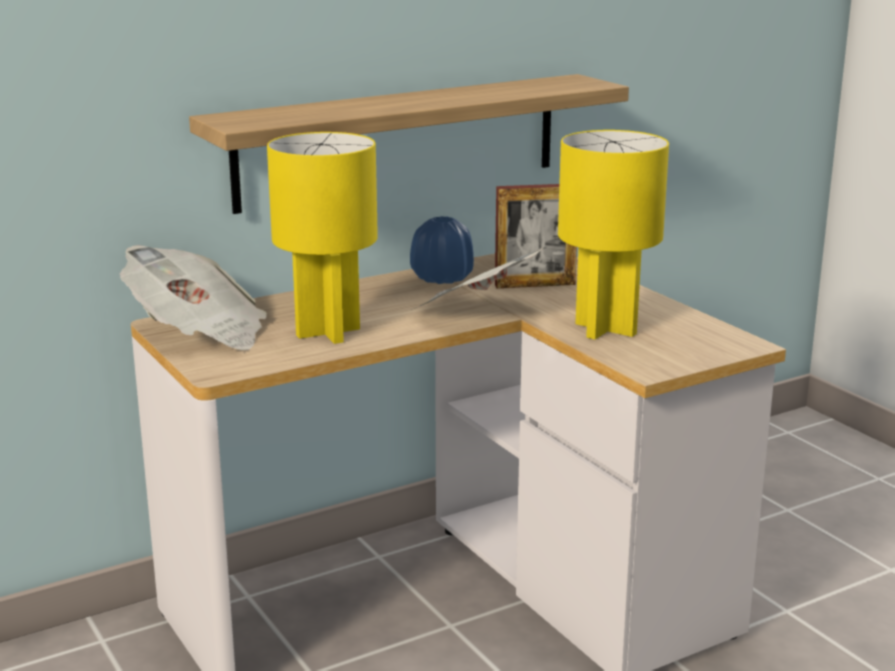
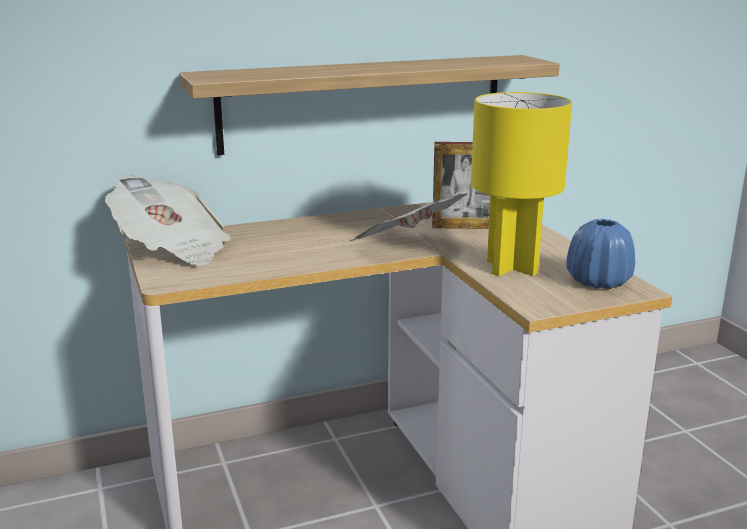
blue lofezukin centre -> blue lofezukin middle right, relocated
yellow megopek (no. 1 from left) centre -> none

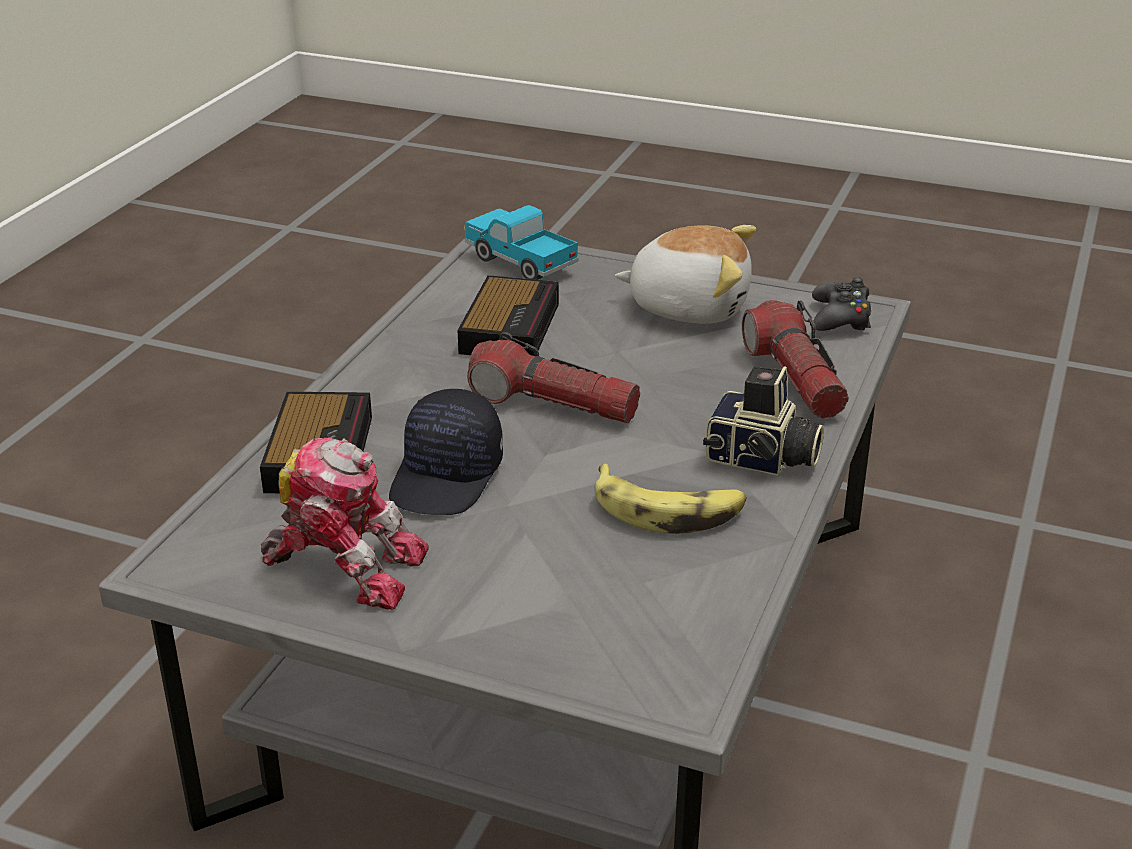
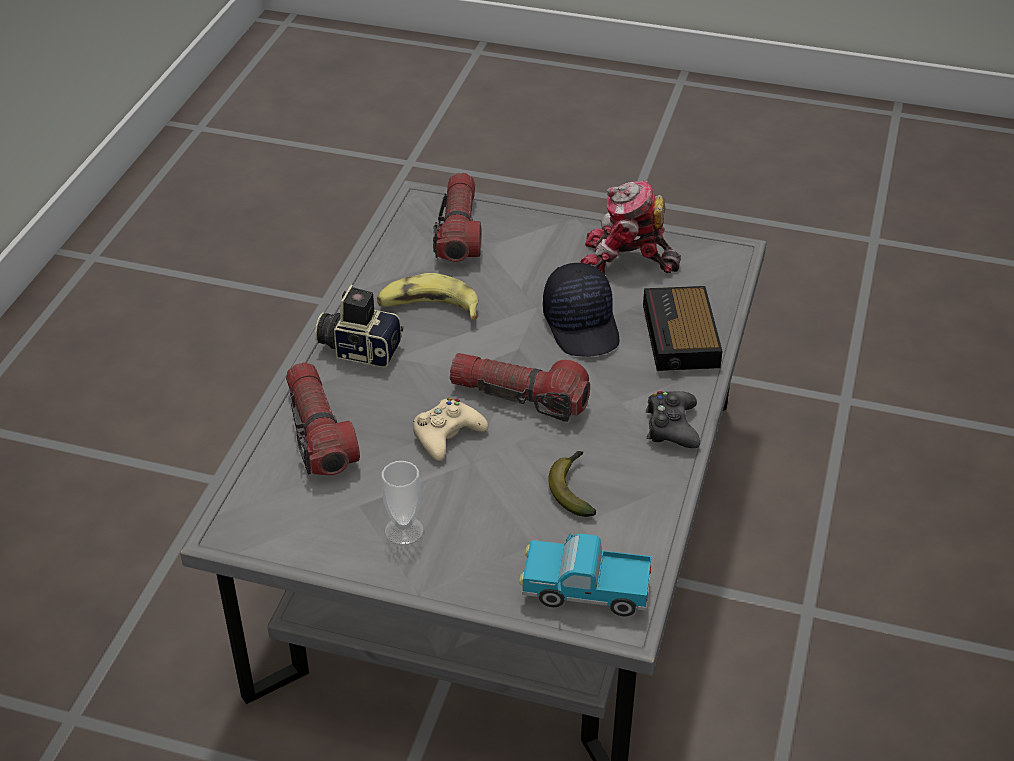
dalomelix top centre -> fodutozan centre
none -> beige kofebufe centre
none -> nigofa (no. 2 from left) top centre
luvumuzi top centre -> luvumuzi bottom centre, 150 degrees clockwise
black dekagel centre, 150 degrees clockwise
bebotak (no. 2 from left) centre -> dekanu (no. 2 from left) centre
black kofebufe middle right -> black kofebufe centre, relocated

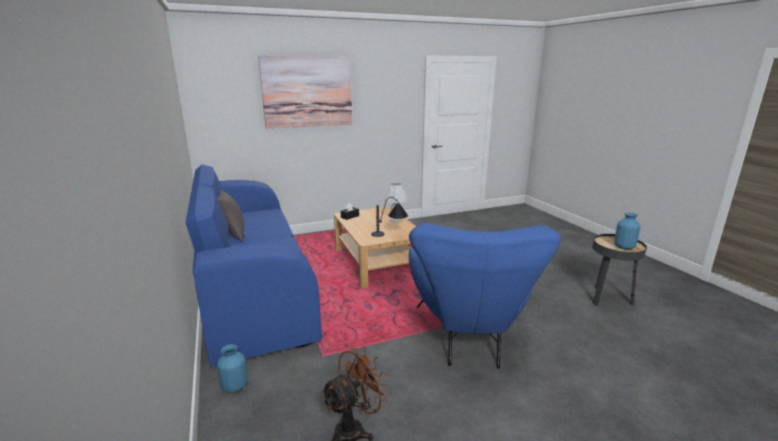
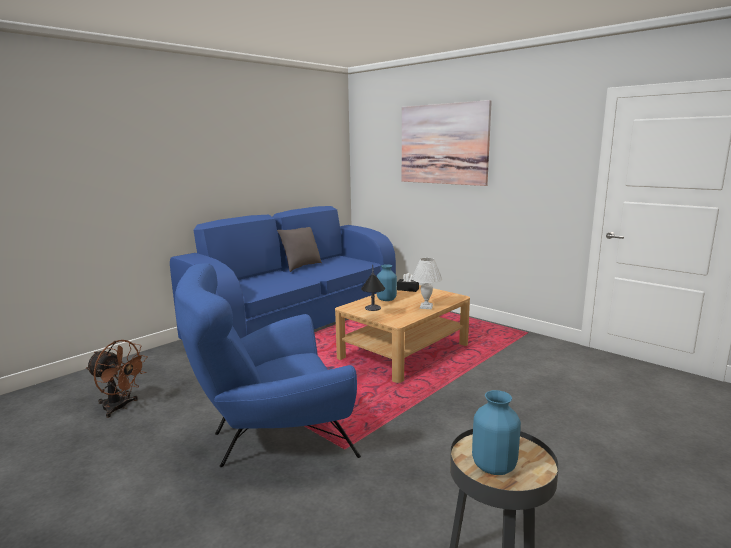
blue lofezukin (no. 1 from left) bottom left -> blue lofezukin (no. 1 from left) centre, relocated

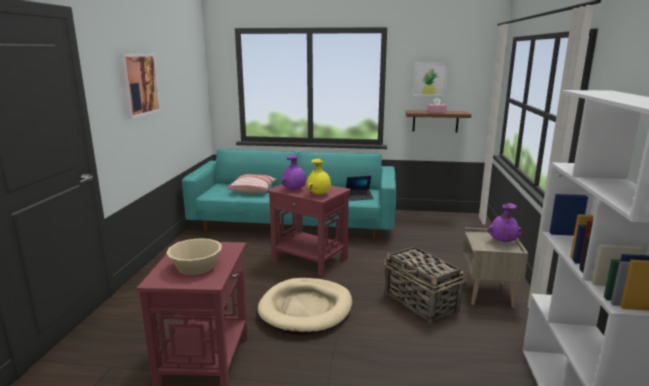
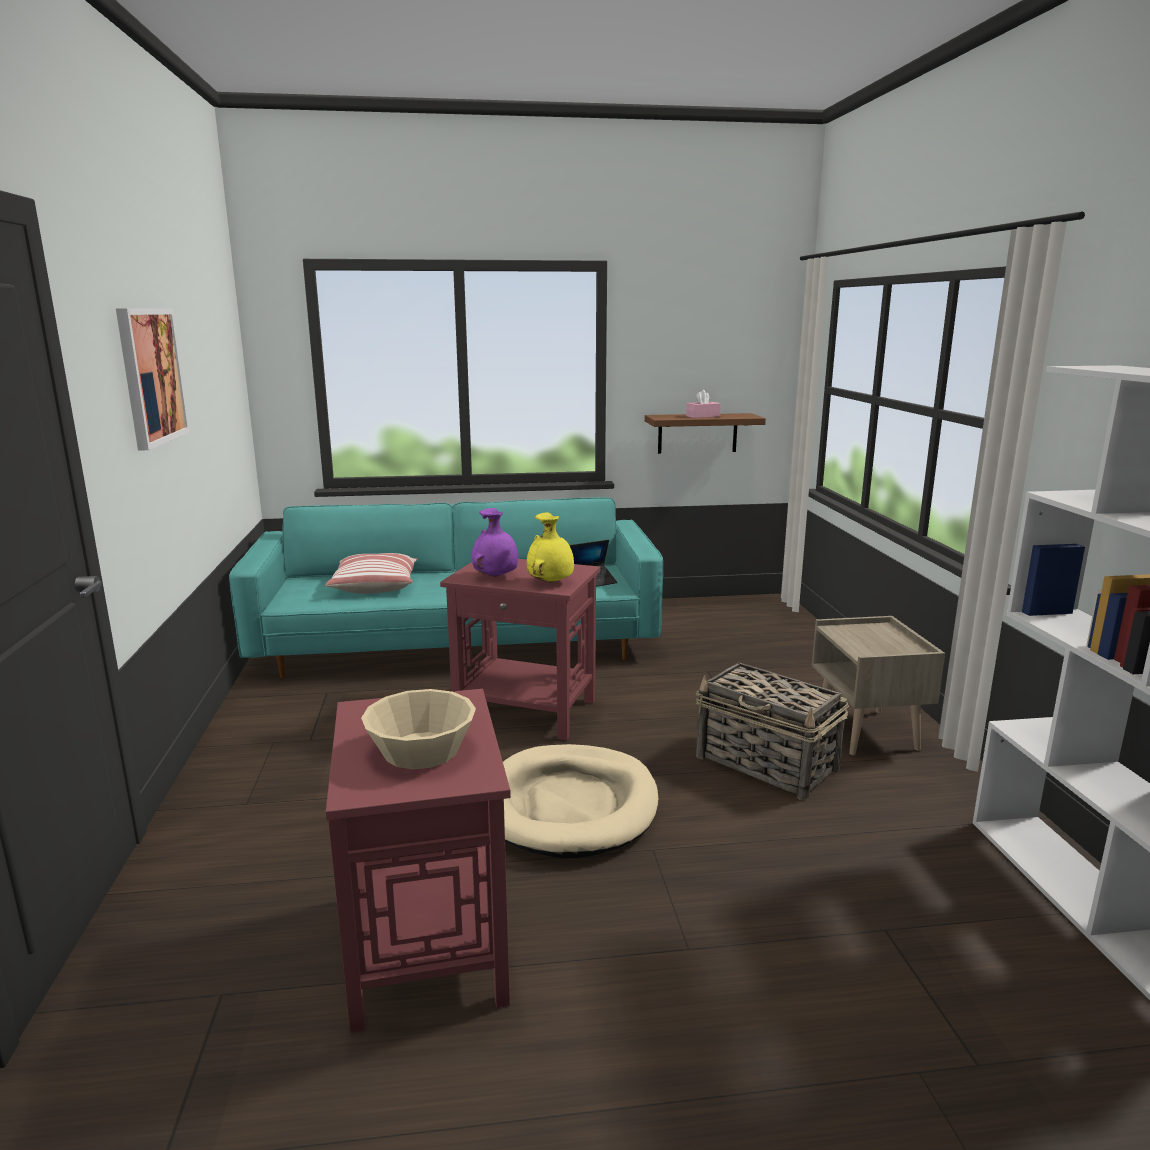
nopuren (no. 2 from left) top centre -> none
purple lofezukin (no. 2 from left) middle right -> none

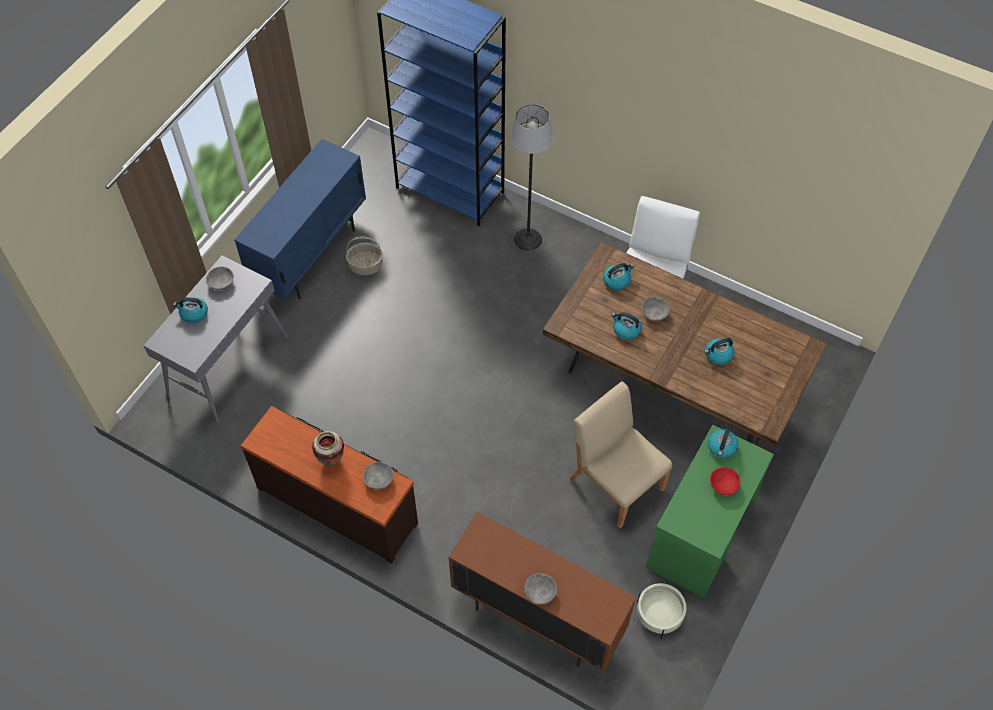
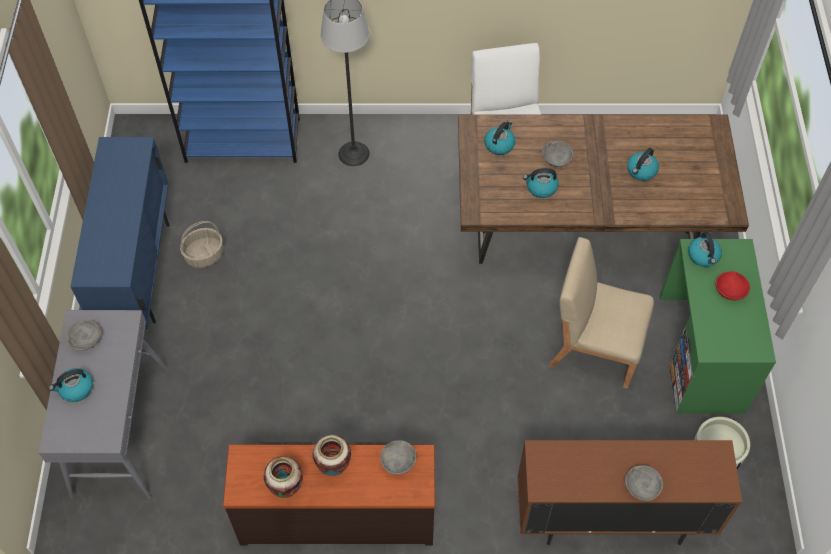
none -> lofezukin (no. 1 from left) bottom centre

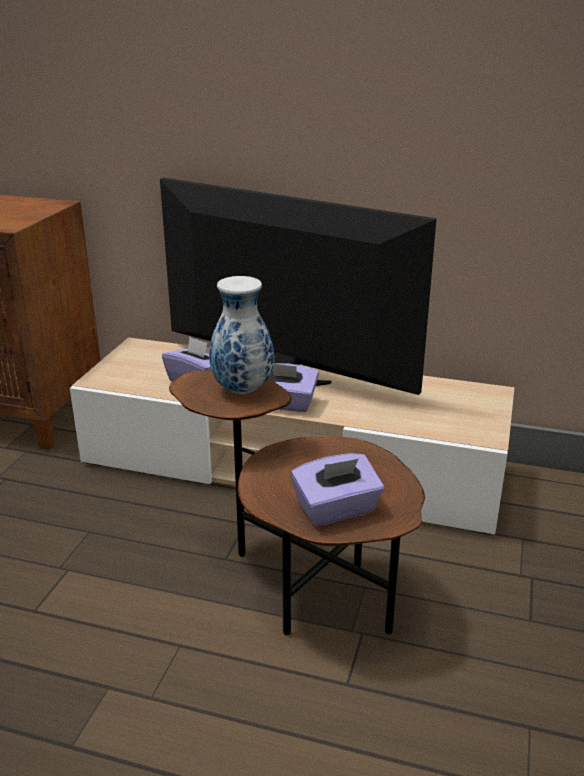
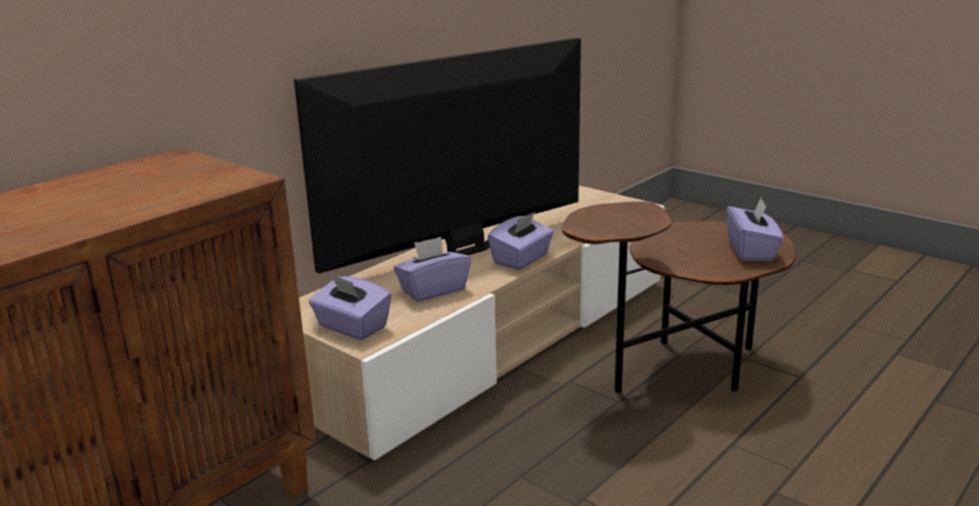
none -> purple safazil (no. 1 from left) centre
lofezukin centre -> none

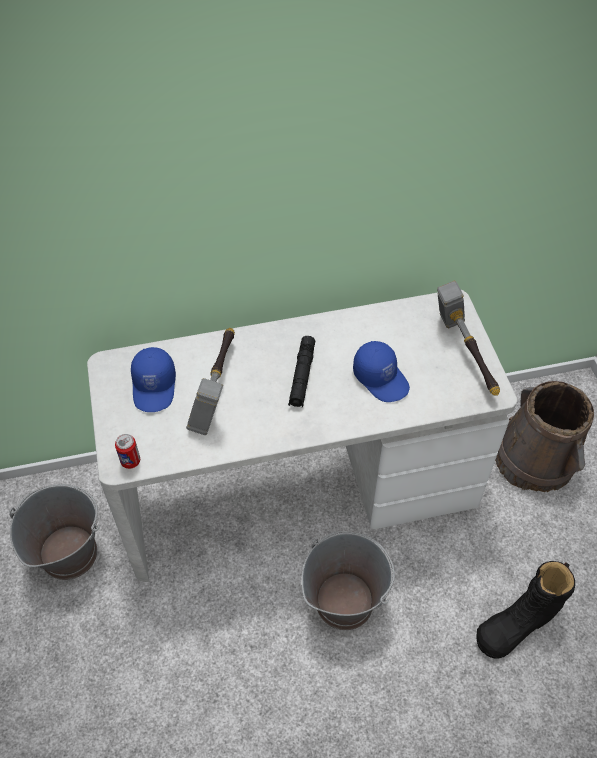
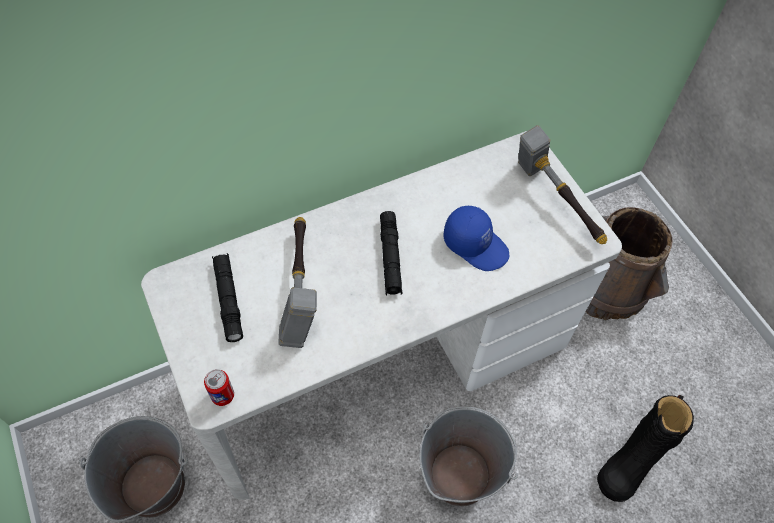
blue dekagel (no. 1 from left) middle left -> black nigofa (no. 1 from left) middle left

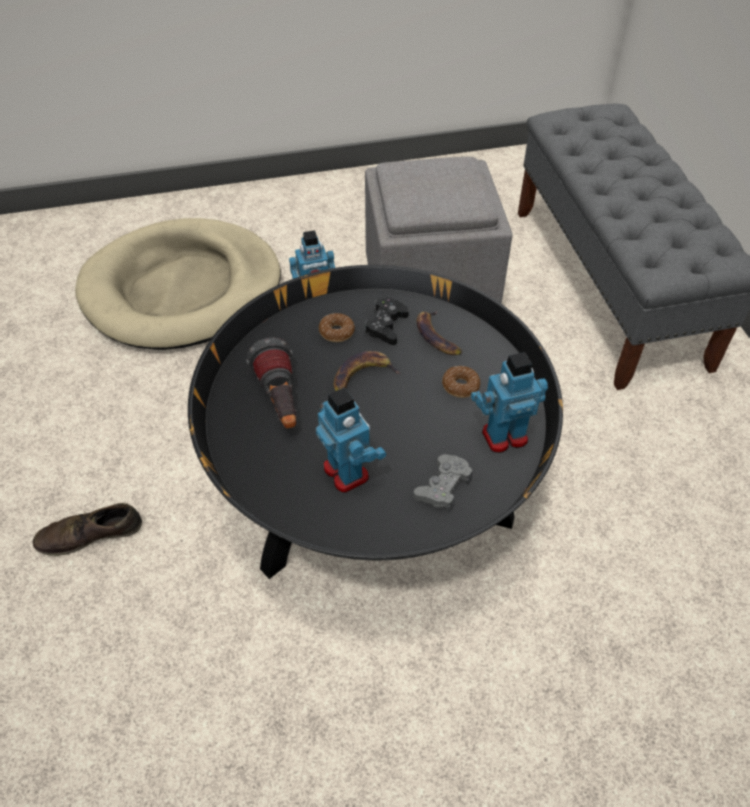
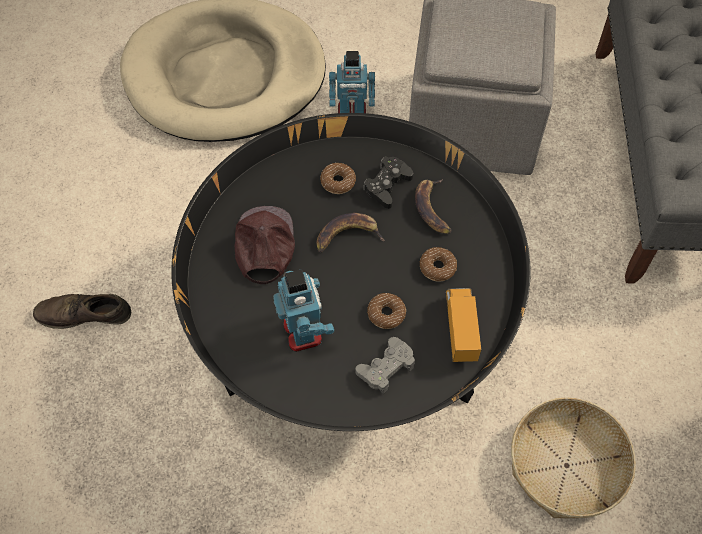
nigofa centre -> brown dekagel centre
none -> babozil (no. 2 from left) centre
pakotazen (no. 3 from left) middle right -> luvumuzi centre
none -> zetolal bottom right

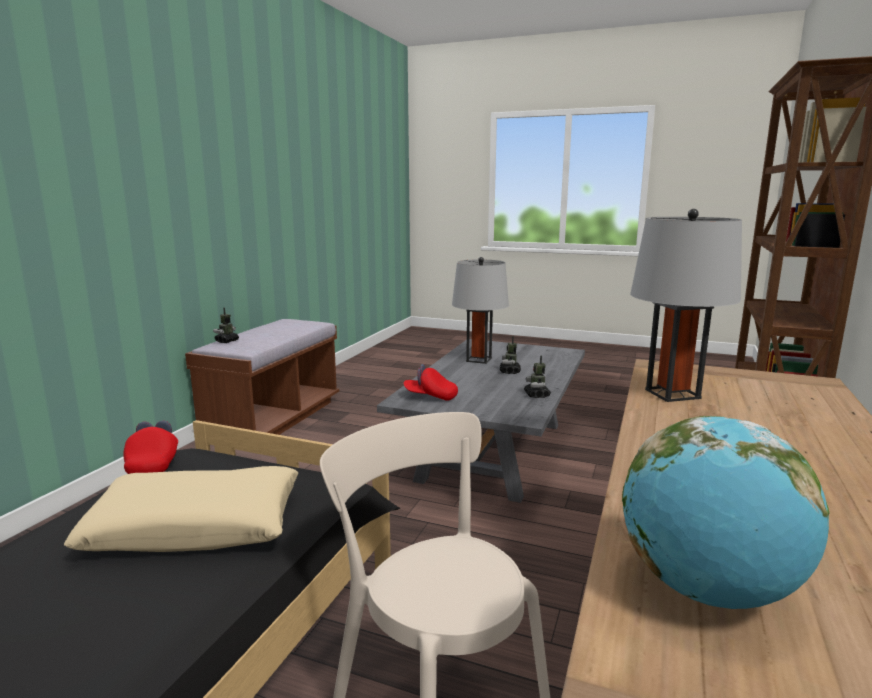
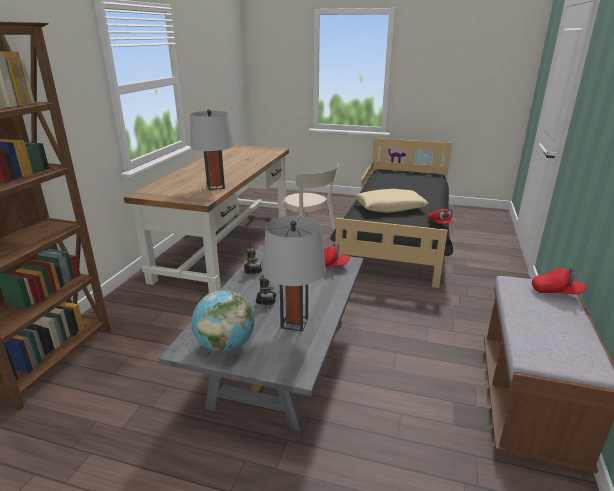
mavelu bottom right -> mavelu centre, relocated
pakotazen (no. 1 from left) middle left -> red dekagel (no. 3 from left) middle right

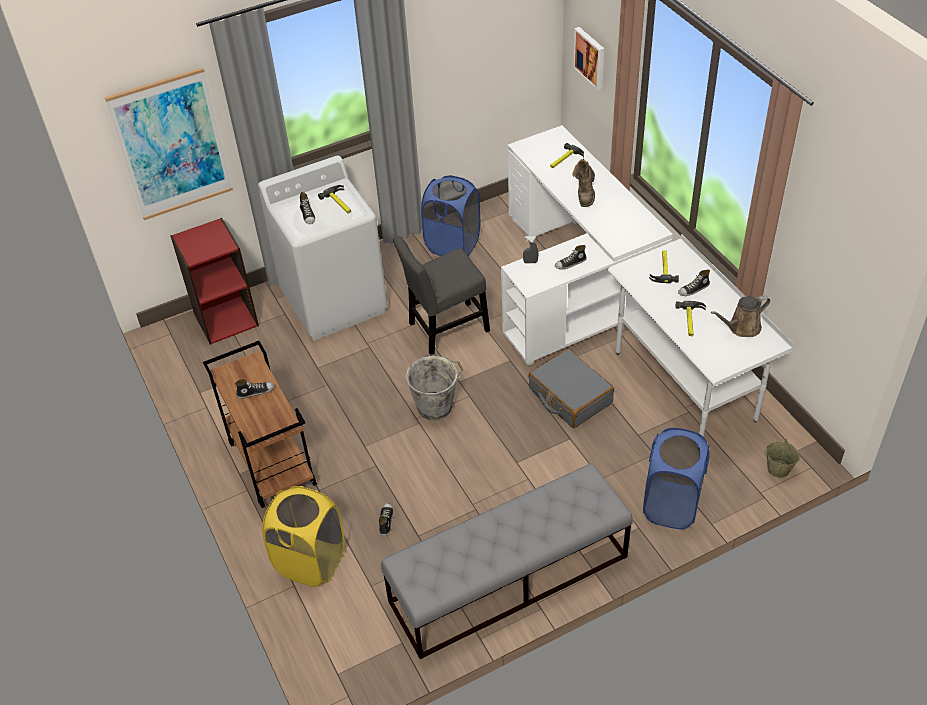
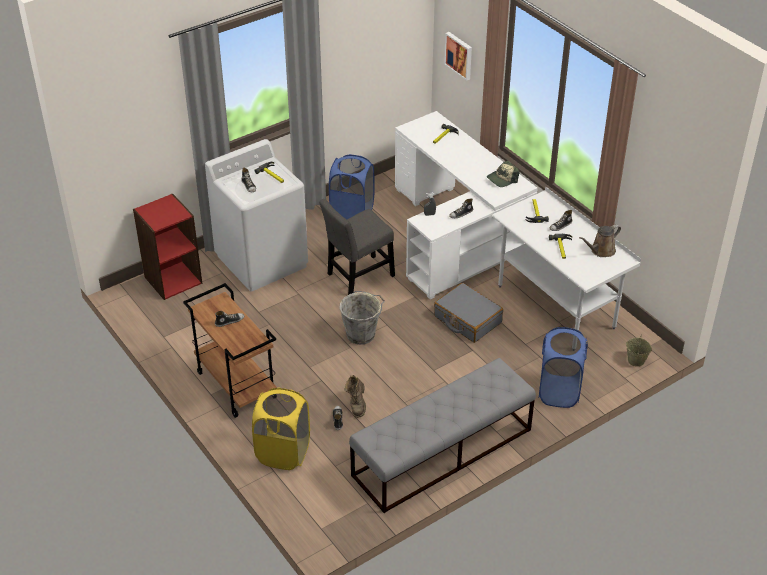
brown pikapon top centre -> brown pikapon bottom centre, relocated
none -> dekagel top centre
nopuren (no. 1 from left) top left -> none

